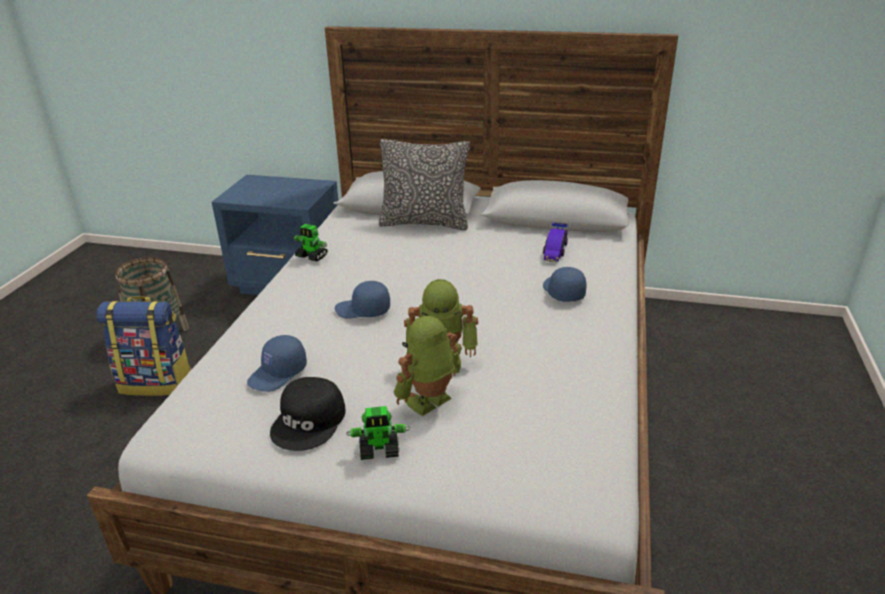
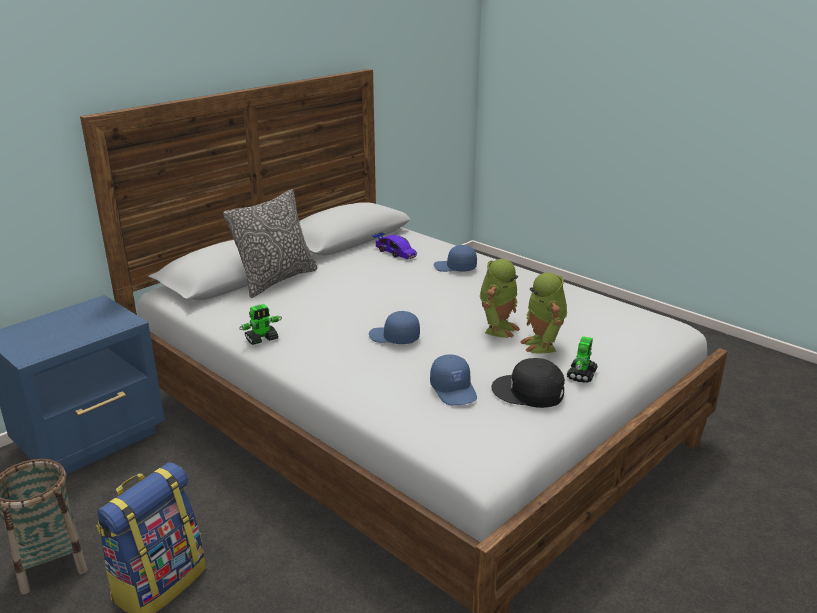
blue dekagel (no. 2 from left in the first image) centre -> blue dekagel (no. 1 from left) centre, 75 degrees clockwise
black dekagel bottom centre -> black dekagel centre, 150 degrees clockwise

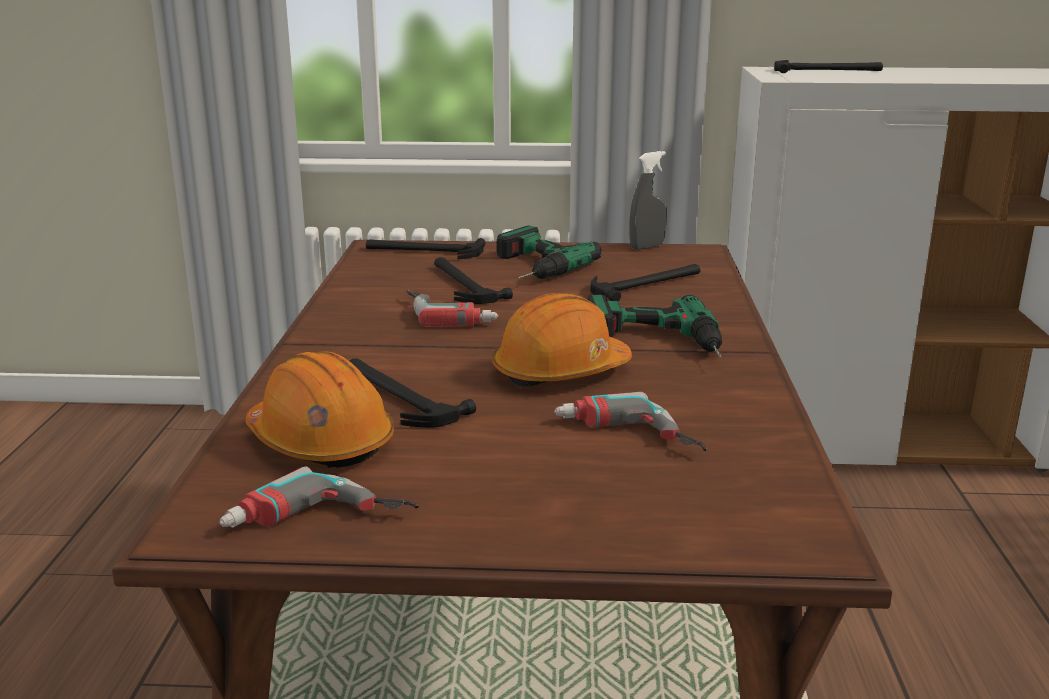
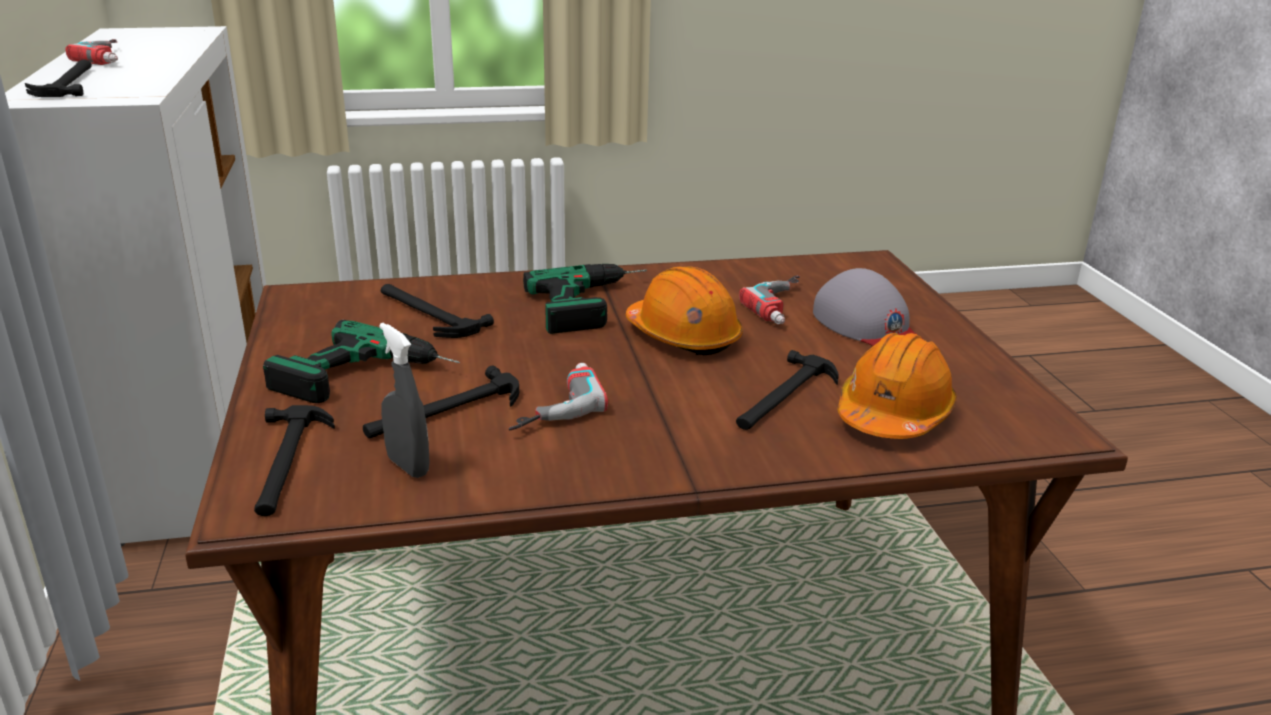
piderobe (no. 1 from left) bottom left -> piderobe (no. 1 from left) top left, relocated
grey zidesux top centre -> grey zidesux middle left, relocated
none -> grey dekagel middle right

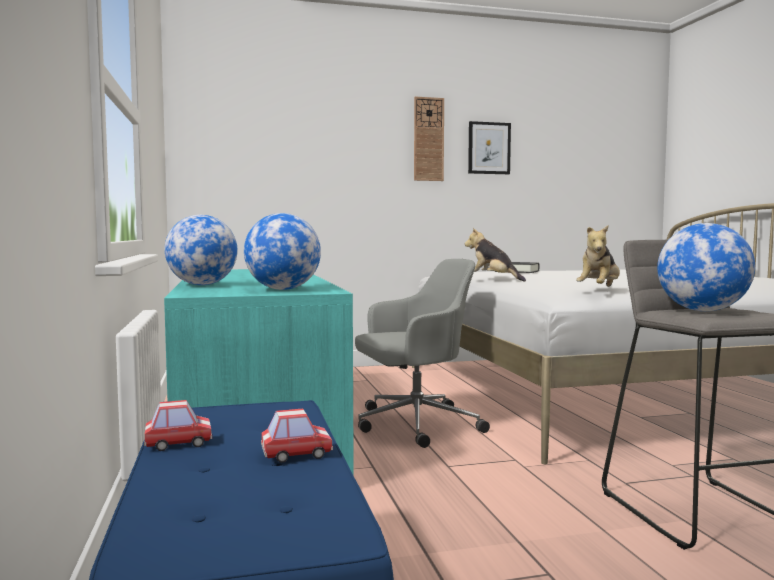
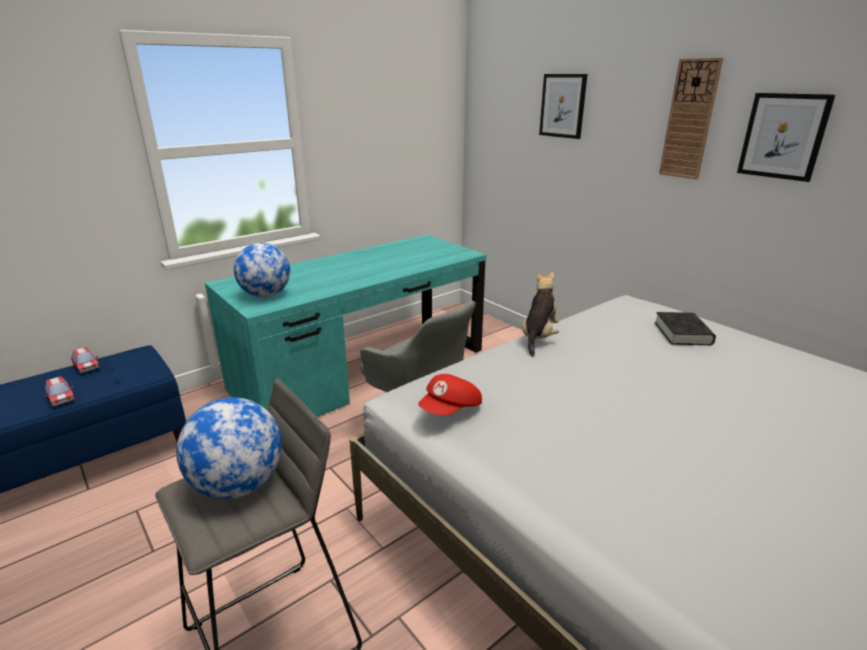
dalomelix (no. 2 from left) middle right -> red dekagel centre
none -> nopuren (no. 1 from left) top centre
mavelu (no. 1 from left) middle left -> none

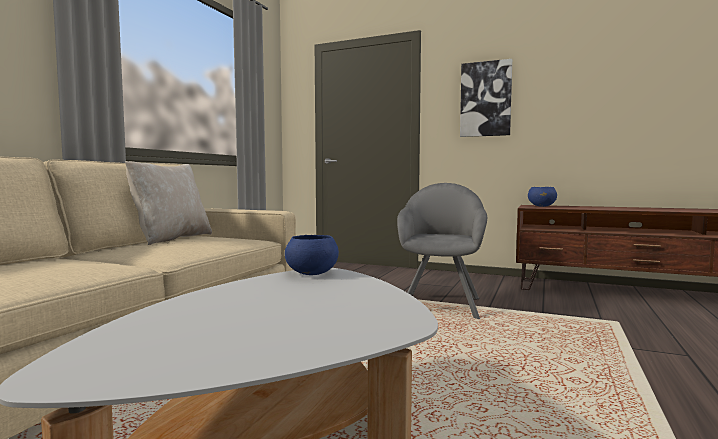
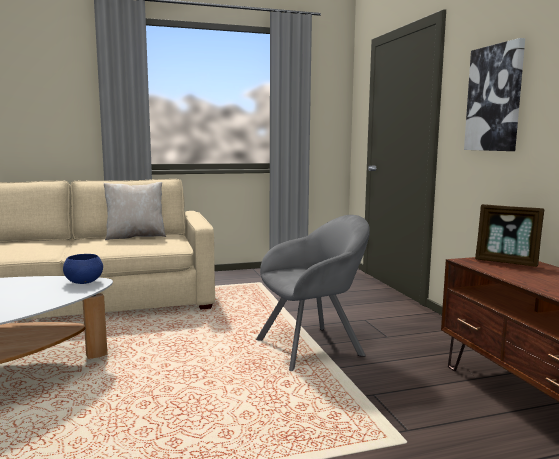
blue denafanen (no. 2 from left) middle right -> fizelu middle right

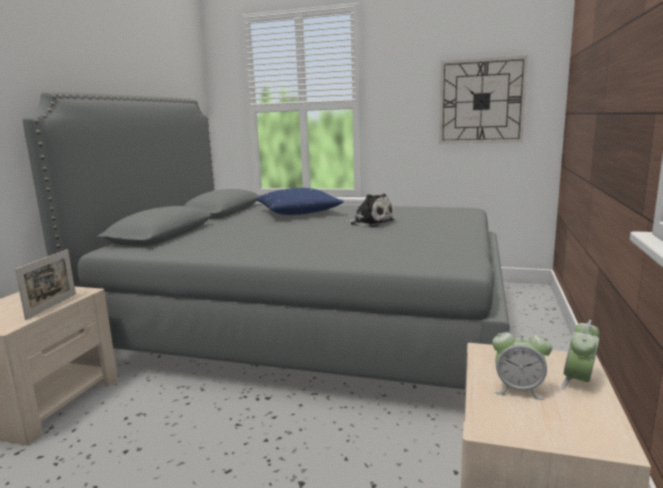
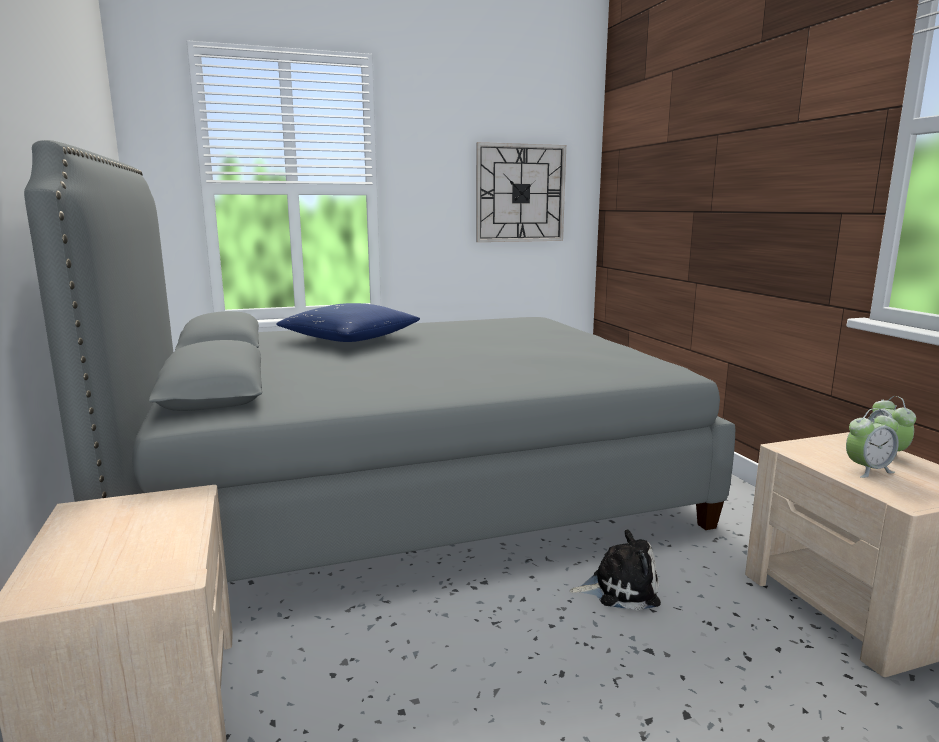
dalomelix centre -> dalomelix bottom centre, relocated
fizelu middle left -> none

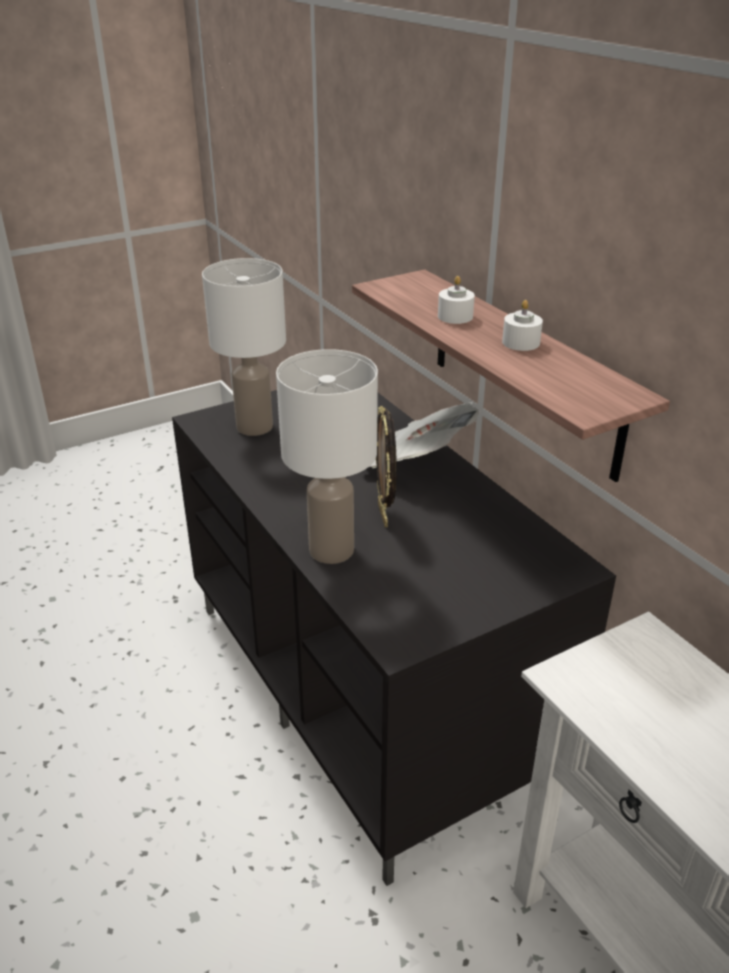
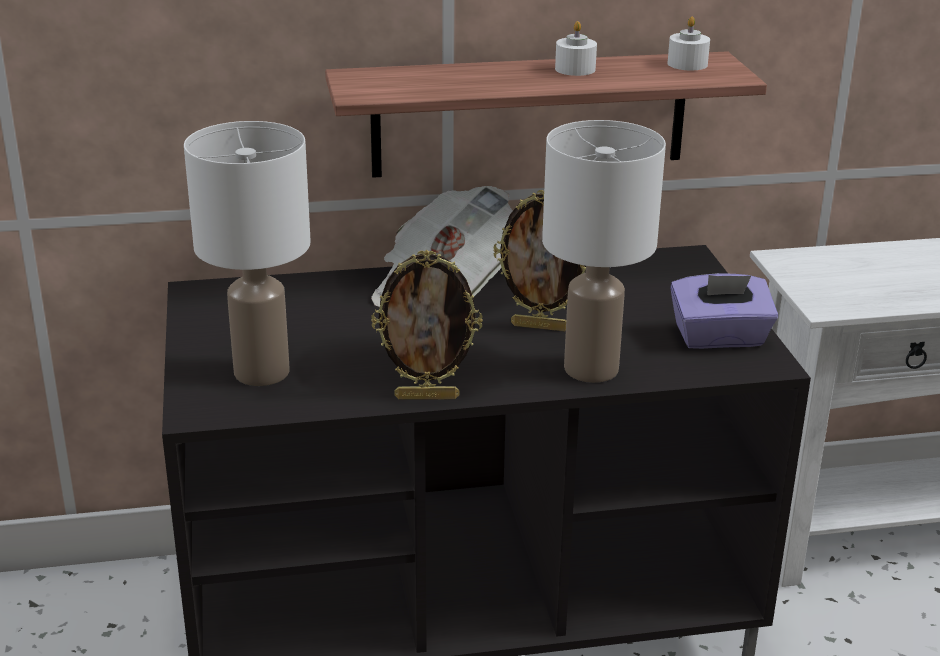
none -> fizelu (no. 1 from left) centre
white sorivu (no. 1 from left in the first image) top centre -> white sorivu (no. 2 from left) top right, relocated
none -> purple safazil middle right

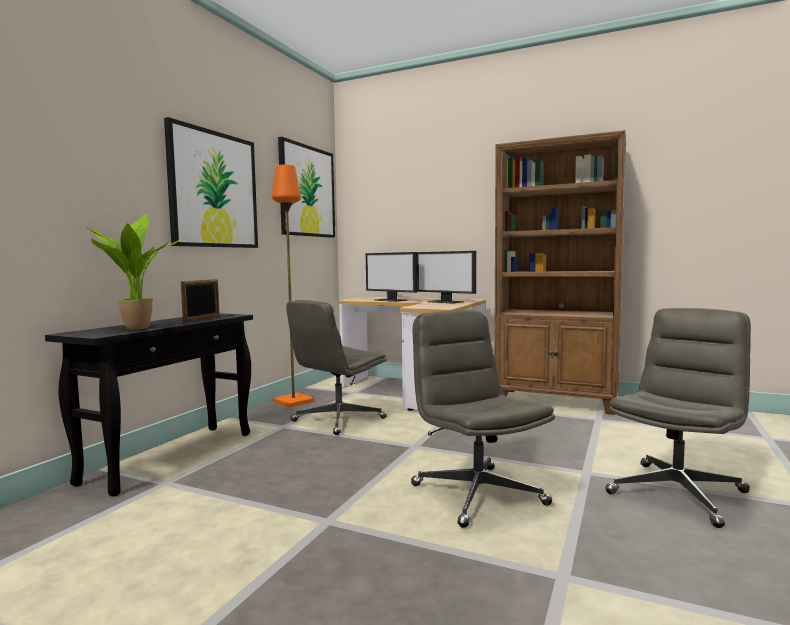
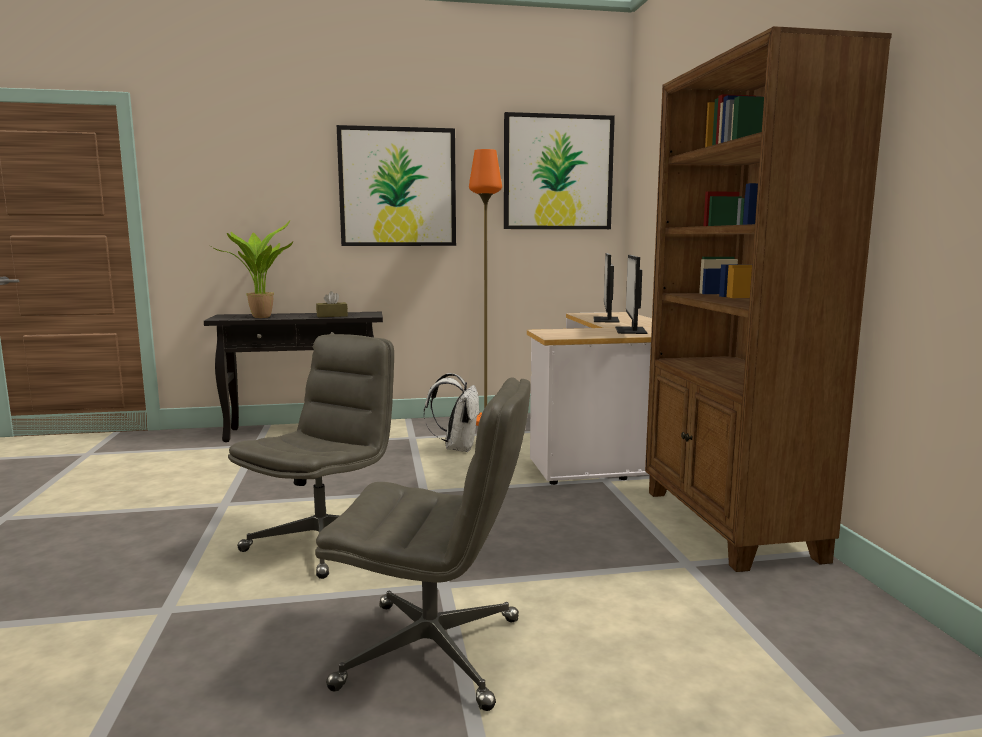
fizelu middle left -> brown safazil centre
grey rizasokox (no. 1 from left) centre -> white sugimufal centre

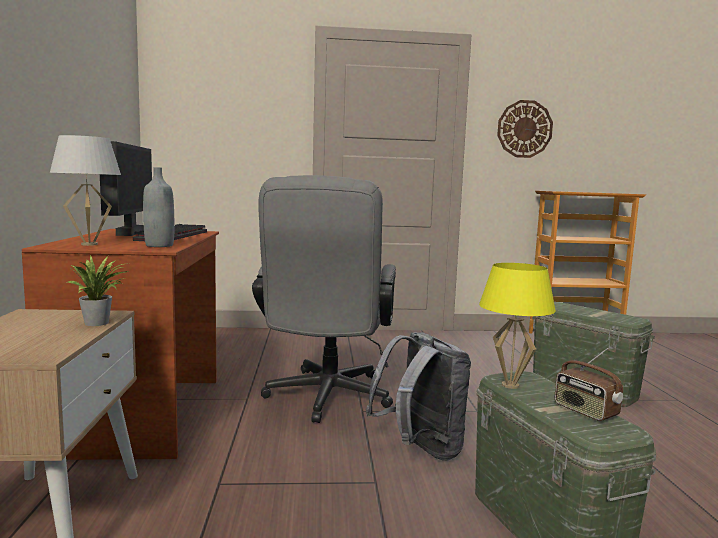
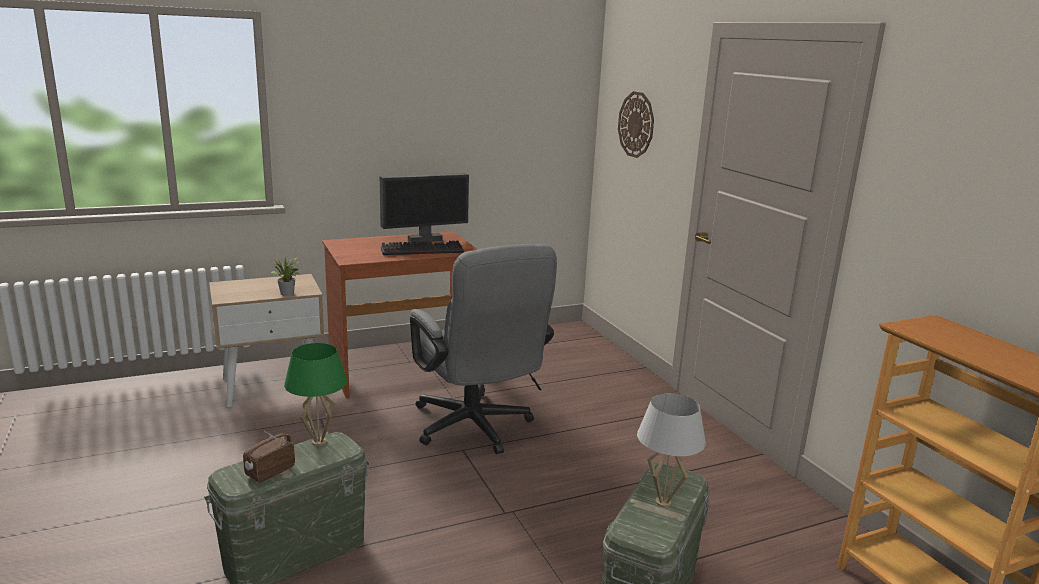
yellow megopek middle right -> green megopek bottom left
grey rizasokox centre, 105 degrees counterclockwise
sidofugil top right -> sidofugil top centre, relocated
white megopek middle left -> white megopek bottom centre, relocated
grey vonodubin middle left -> none
grey sugimufal bottom centre -> none

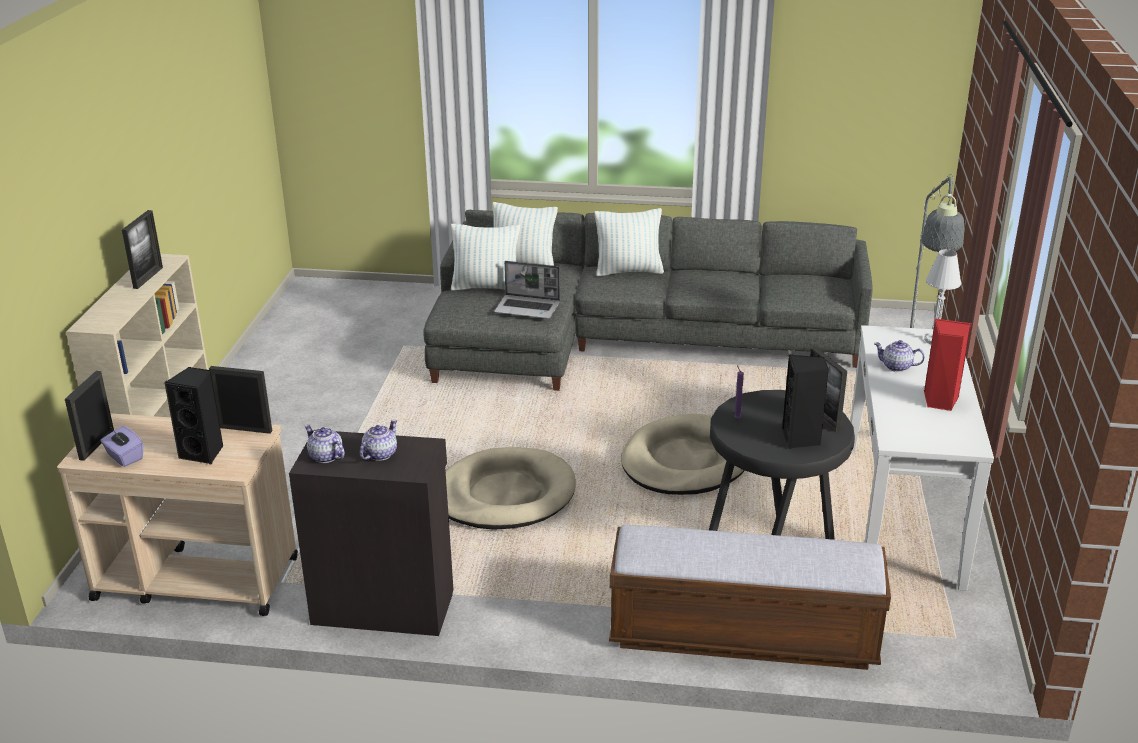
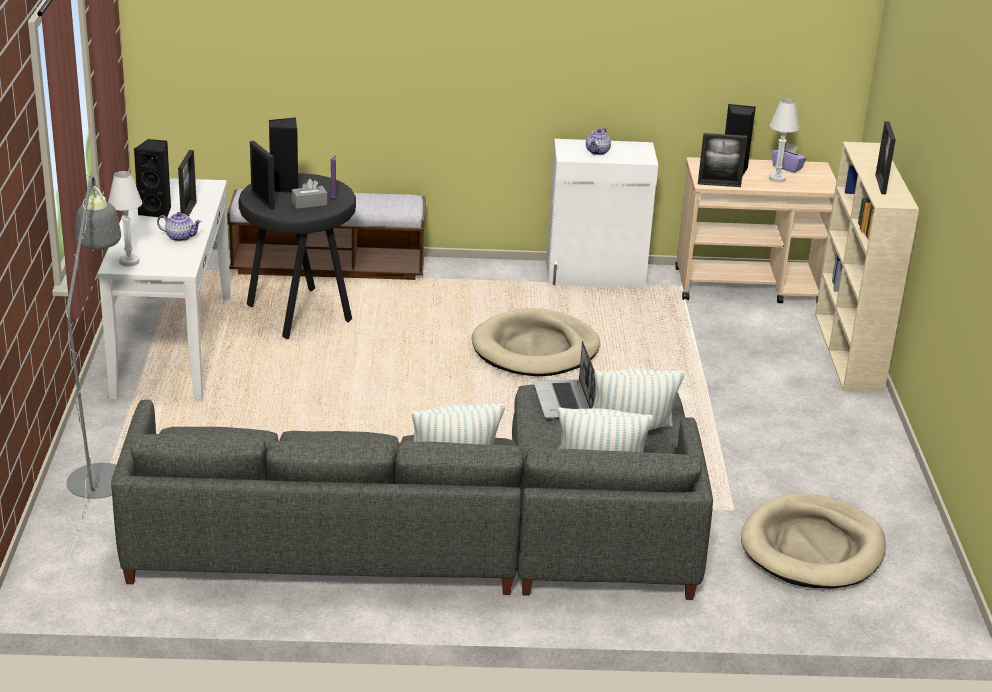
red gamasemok middle right -> black gamasemok (no. 1 from left) top left
fizelu (no. 1 from left) middle left -> fizelu (no. 1 from left) top left, relocated
none -> grey safazil top left
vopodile centre, 105 degrees counterclockwise
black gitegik bottom left -> white gitegik top centre
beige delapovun (no. 2 from left) centre -> beige delapovun (no. 2 from left) bottom right, relocated
none -> white megopek (no. 2 from left) top right
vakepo (no. 1 from left) middle left -> none

